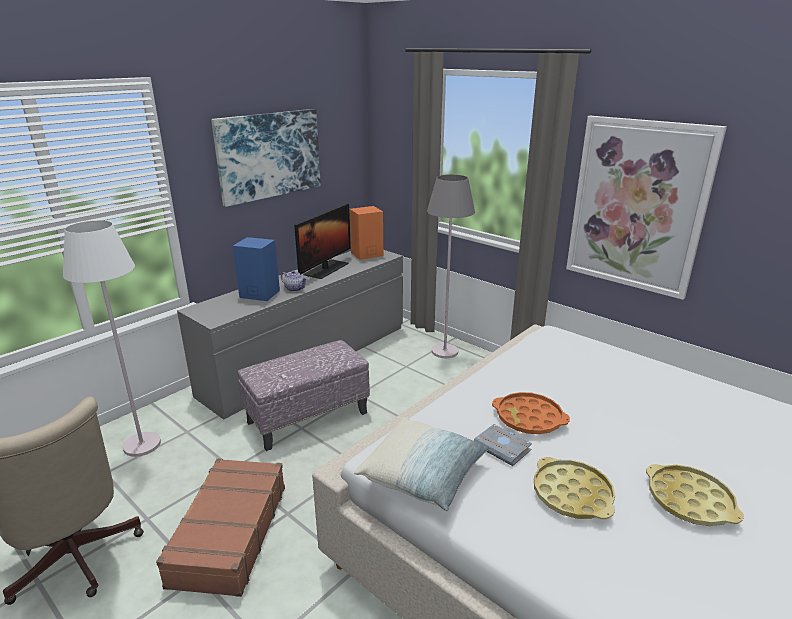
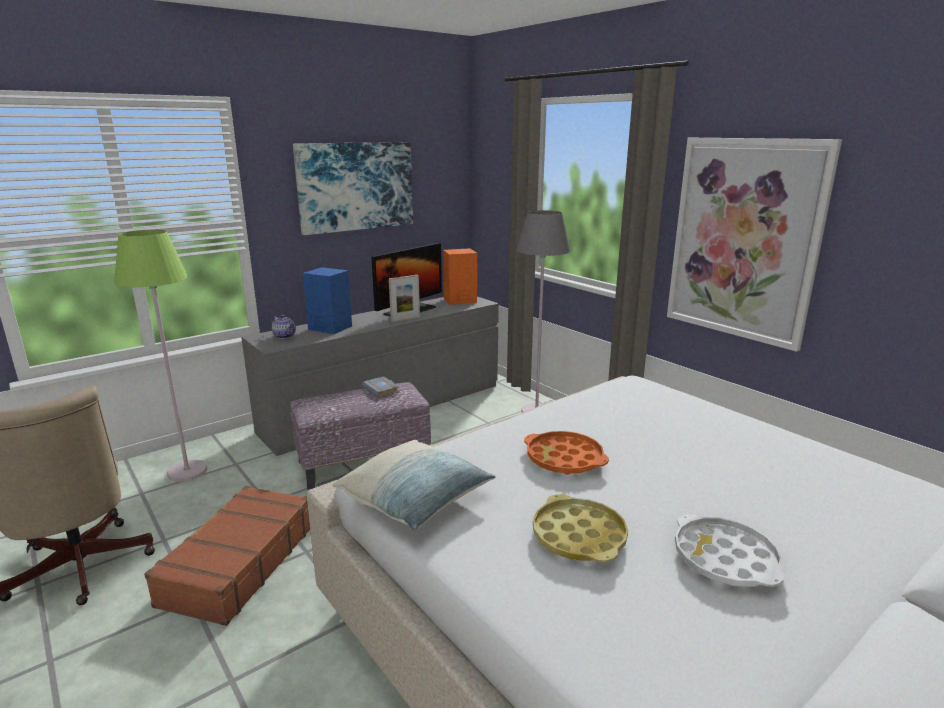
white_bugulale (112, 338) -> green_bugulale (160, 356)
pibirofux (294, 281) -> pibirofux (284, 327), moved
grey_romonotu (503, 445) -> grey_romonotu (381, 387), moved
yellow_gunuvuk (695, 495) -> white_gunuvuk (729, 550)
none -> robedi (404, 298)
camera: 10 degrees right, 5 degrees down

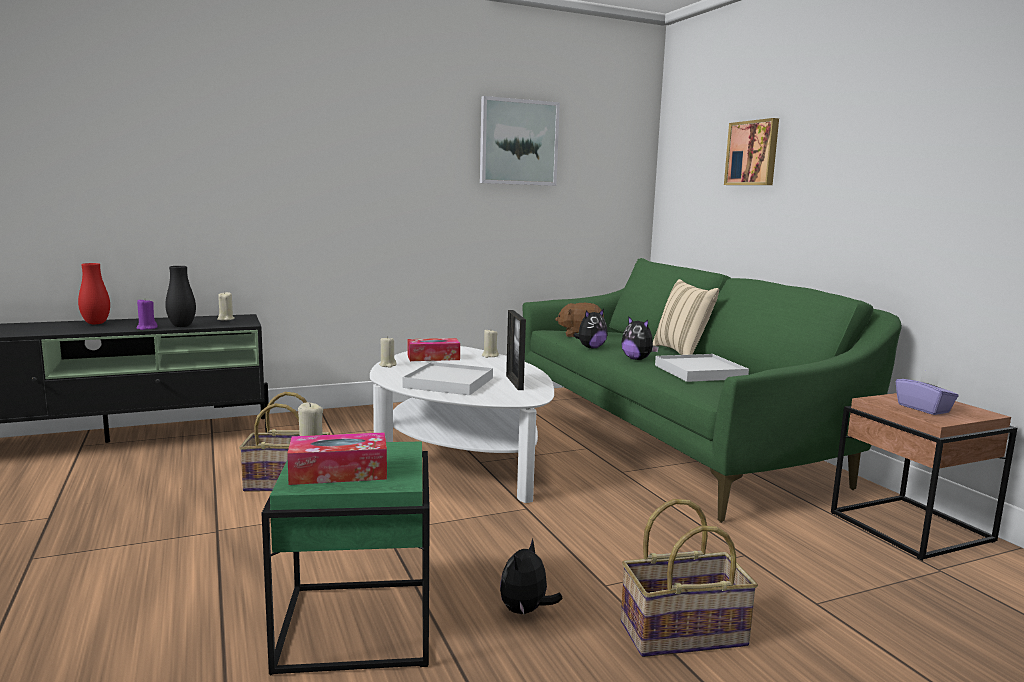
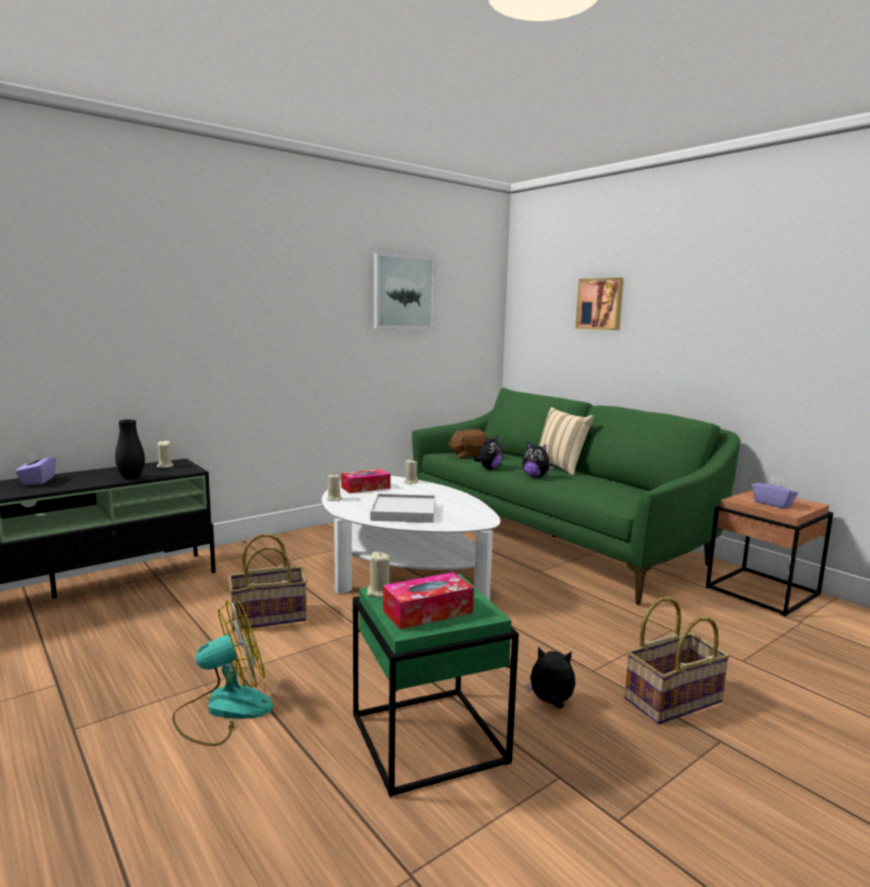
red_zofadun (94, 293) -> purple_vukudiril (36, 467)
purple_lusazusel (147, 315) -> none
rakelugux (531, 576) -> rakelugux (550, 677), 90 degrees clockwise
robedi (516, 350) -> none
white_gunuvuk (702, 368) -> none
none -> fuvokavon (222, 673)
camera: 15 degrees left, 0 degrees up

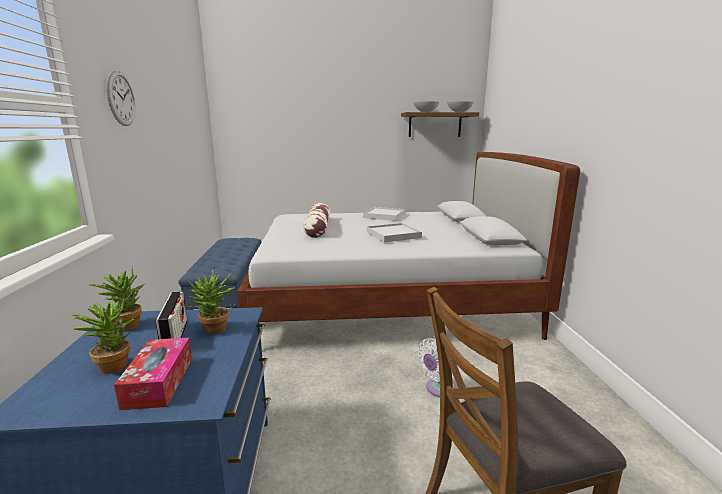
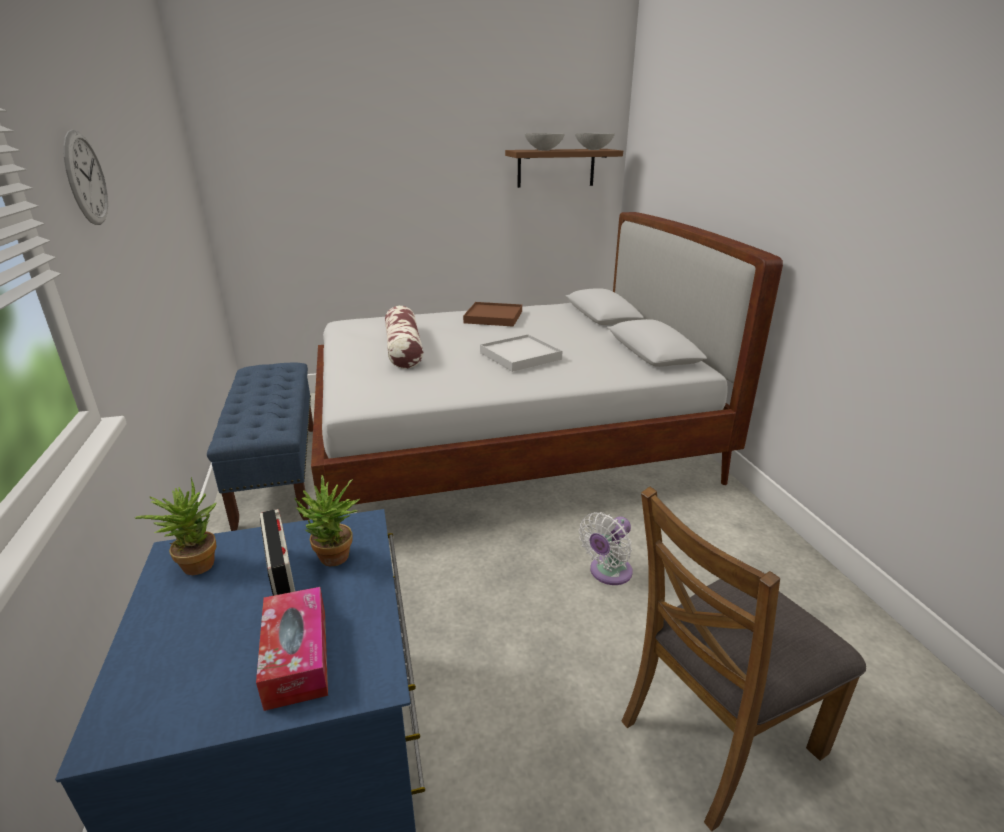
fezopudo (102, 334) -> none
white_gunuvuk (384, 214) -> brown_gunuvuk (492, 314)
camera: 10 degrees left, 10 degrees up

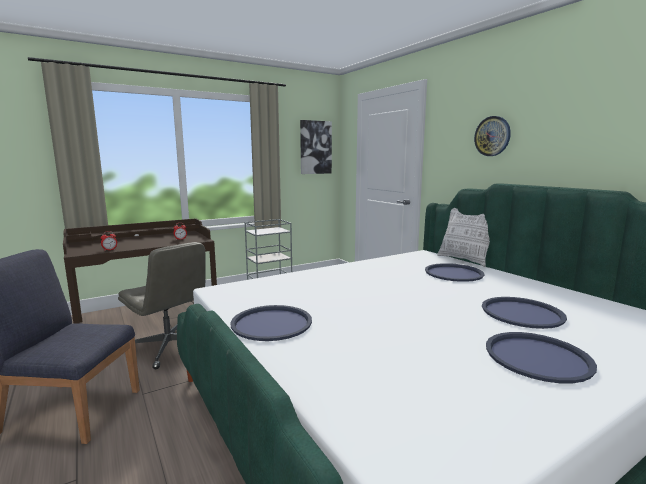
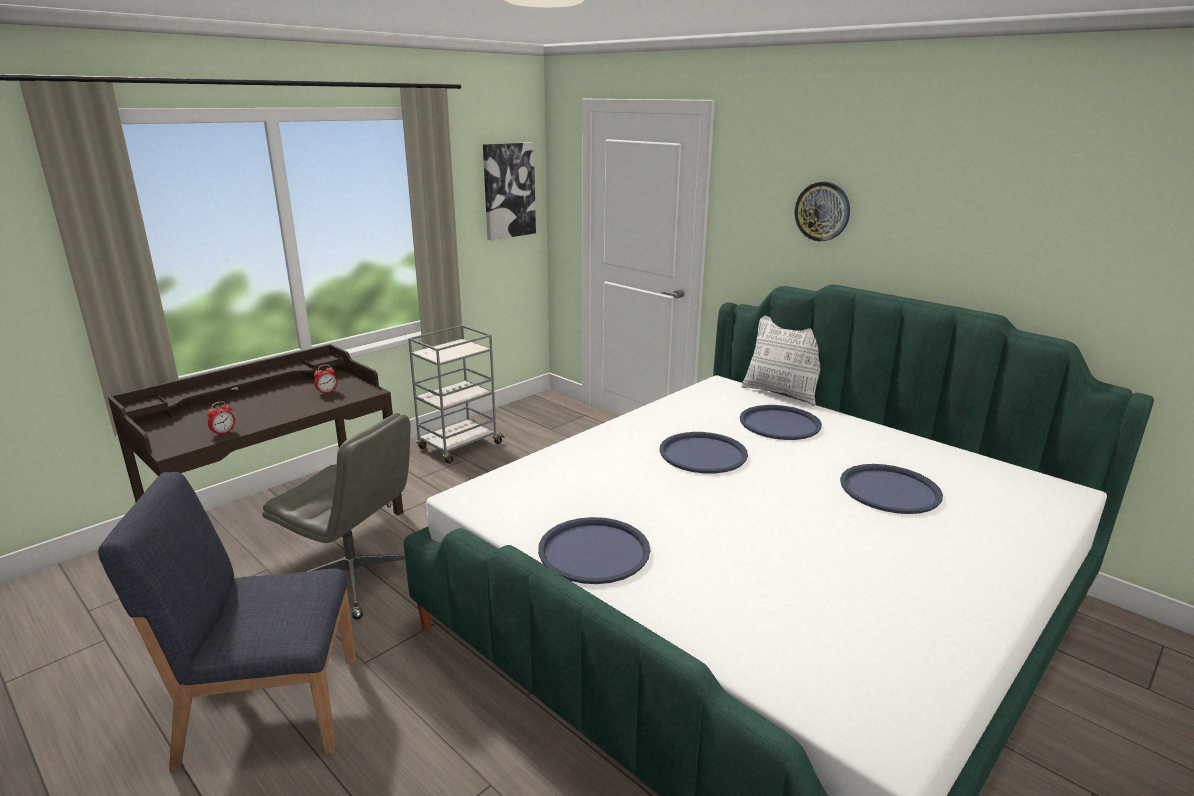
blue_gunuvuk (541, 357) -> blue_gunuvuk (704, 453), moved
camera: 15 degrees left, 10 degrees up

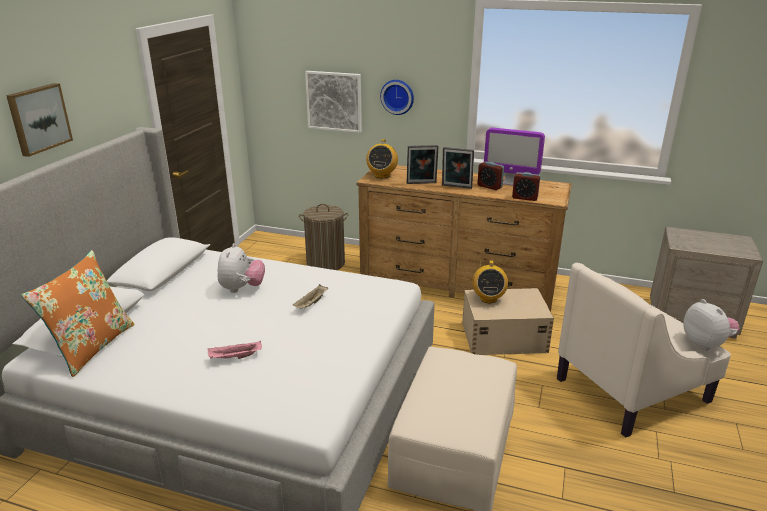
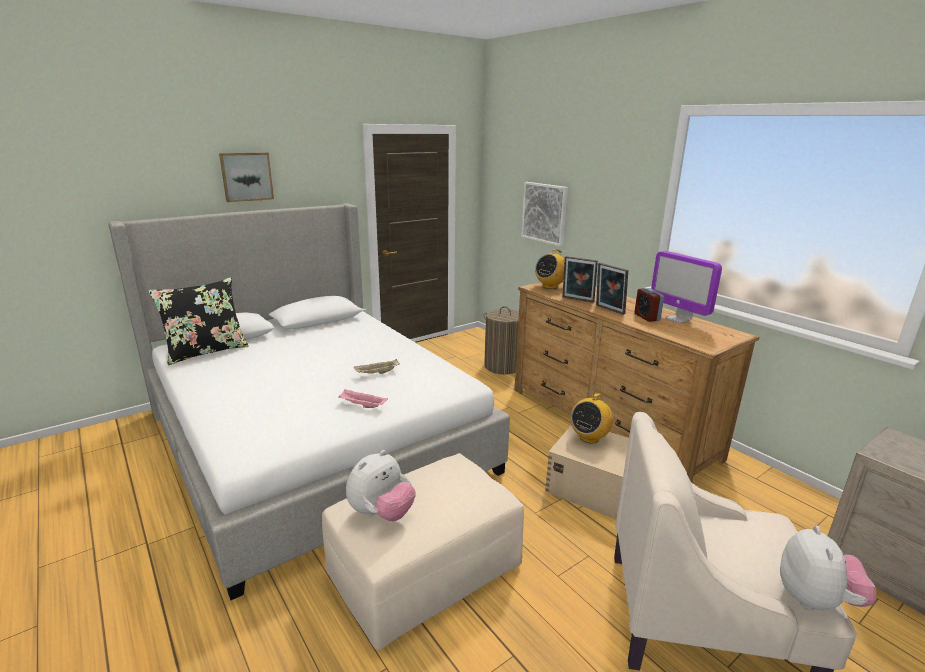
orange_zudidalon (78, 313) -> black_zudidalon (198, 321)
pink_gunuvuk (234, 350) -> pink_gunuvuk (363, 399), moved
rakelugux (241, 268) -> rakelugux (381, 485), moved
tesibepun (397, 97) -> none
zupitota (526, 186) -> none
camera: 35 degrees right, 5 degrees down

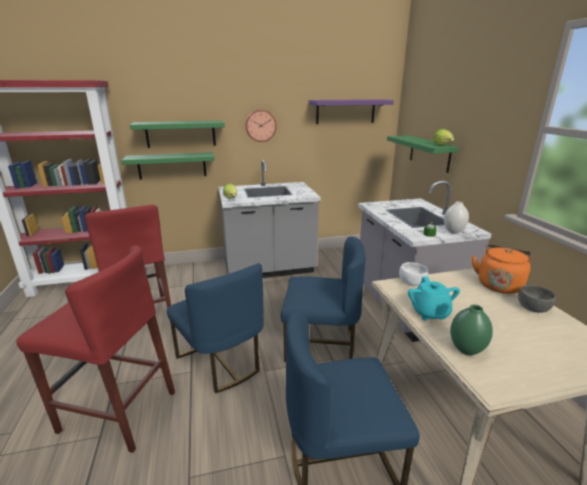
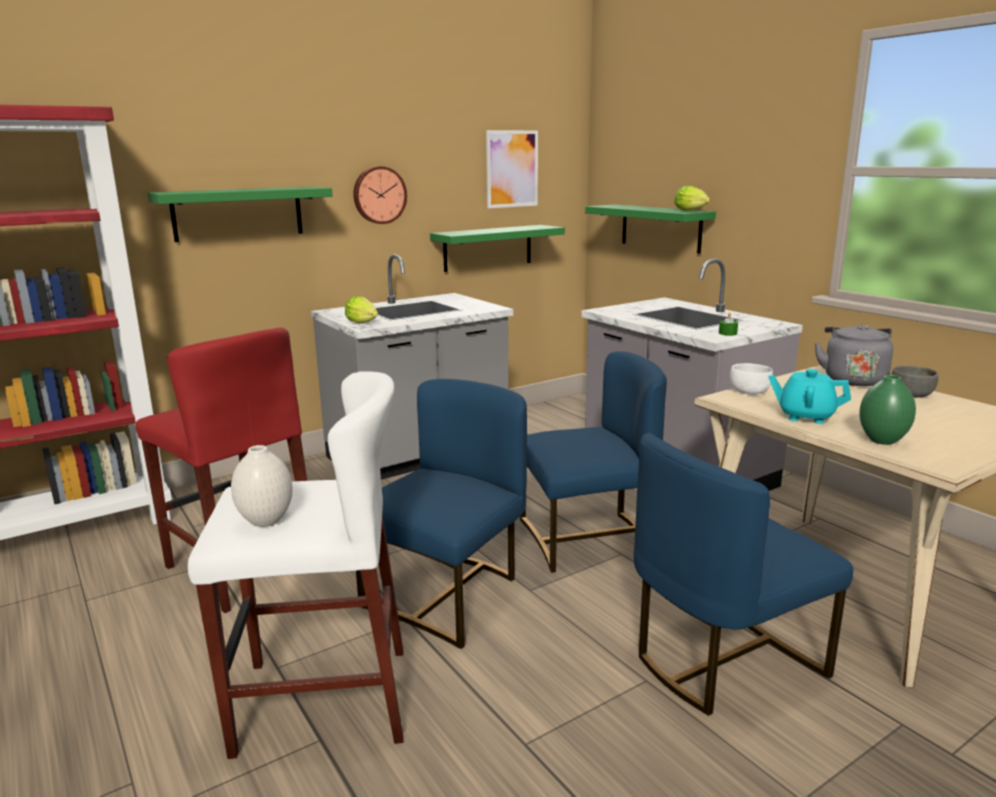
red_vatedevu (95, 349) -> white_vatedevu (295, 565)
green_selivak (168, 166) -> green_selivak (497, 248), moved
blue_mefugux (215, 328) -> blue_mefugux (441, 514), 90 degrees counterclockwise
purple_selivak (351, 111) -> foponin (512, 169)
turquoise_pibirofux (434, 299) -> turquoise_pibirofux (810, 396), 135 degrees clockwise
white_zofadun (456, 217) -> white_zofadun (262, 486), moved
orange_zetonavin (502, 269) -> grey_zetonavin (853, 355)
camera: 20 degrees left, 5 degrees down

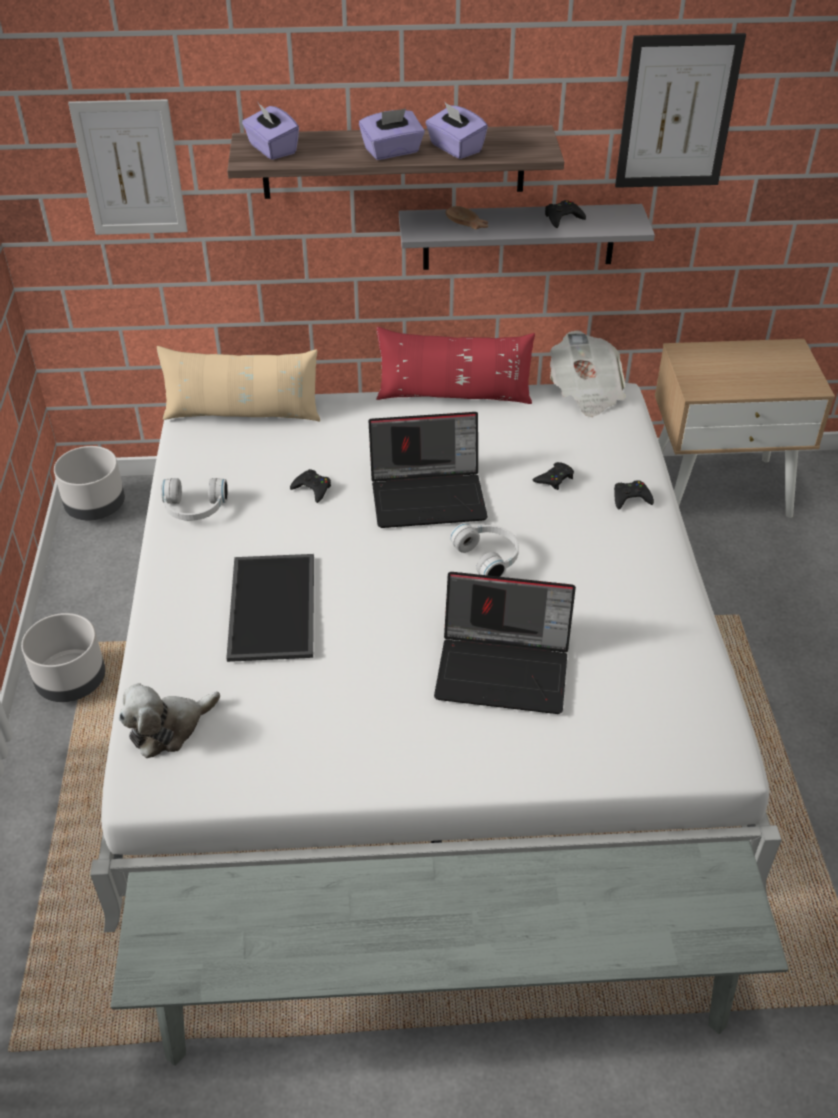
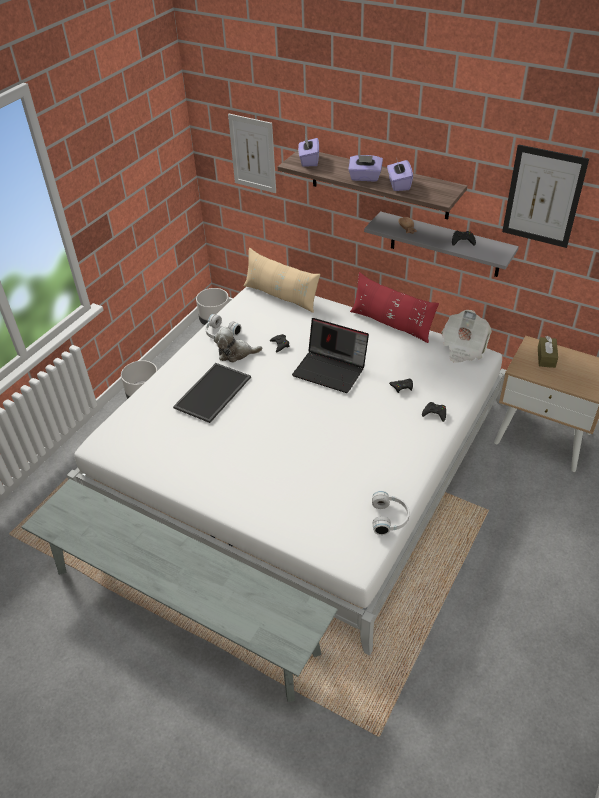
rakelugux (169, 720) -> rakelugux (237, 345), moved
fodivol (505, 643) -> none
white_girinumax (484, 550) -> white_girinumax (390, 513), moved
none -> brown_vukudiril (548, 352)
camera: 35 degrees right, 0 degrees up

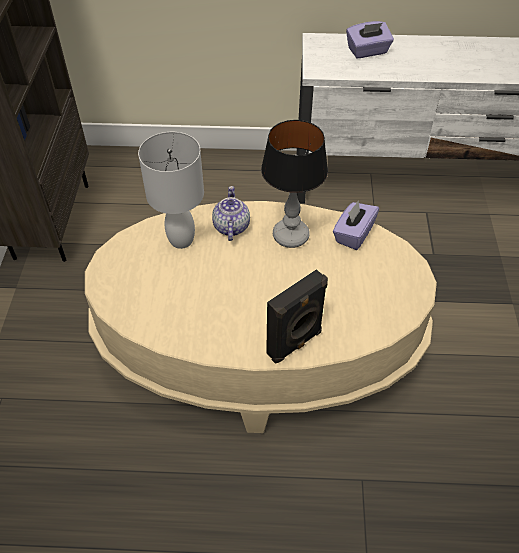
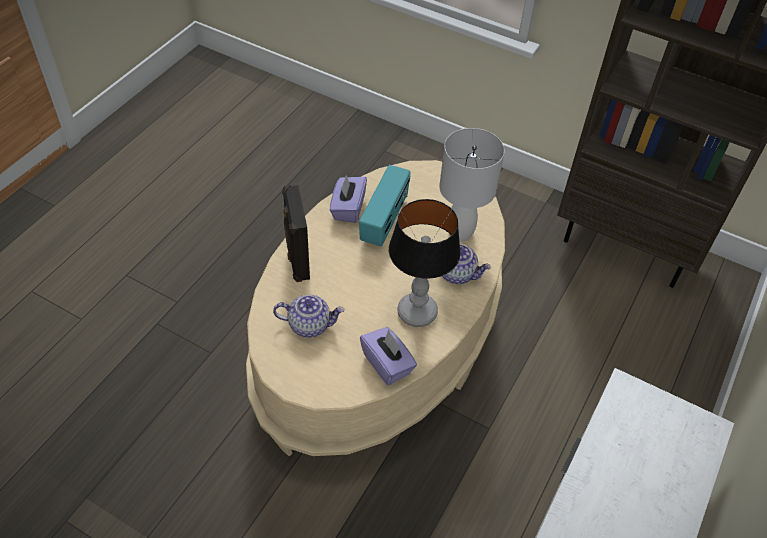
purple_vukudiril (370, 39) -> purple_vukudiril (348, 199), moved
none -> pibirofux (309, 316)
none -> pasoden (385, 206)
camera: 115 degrees right, 0 degrees up

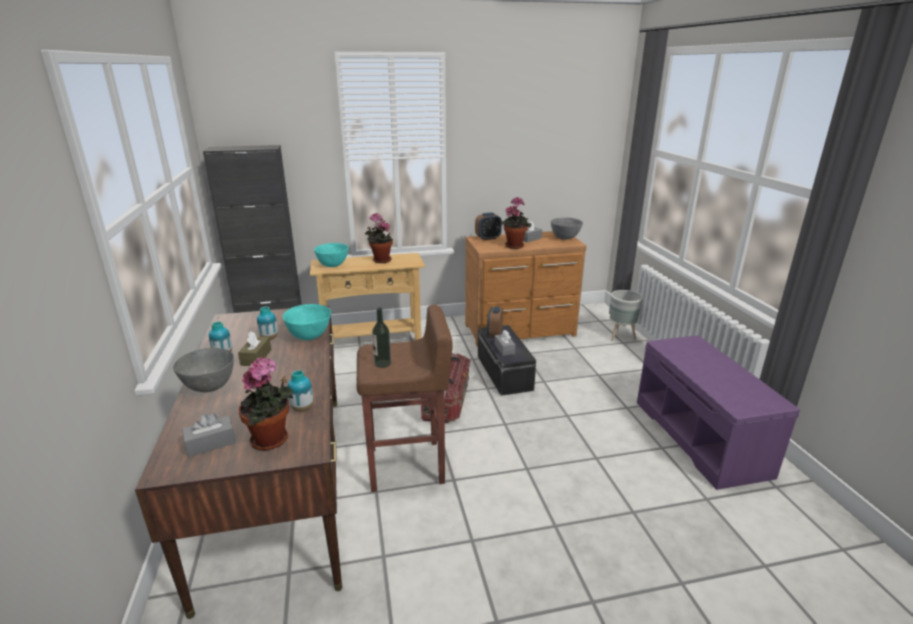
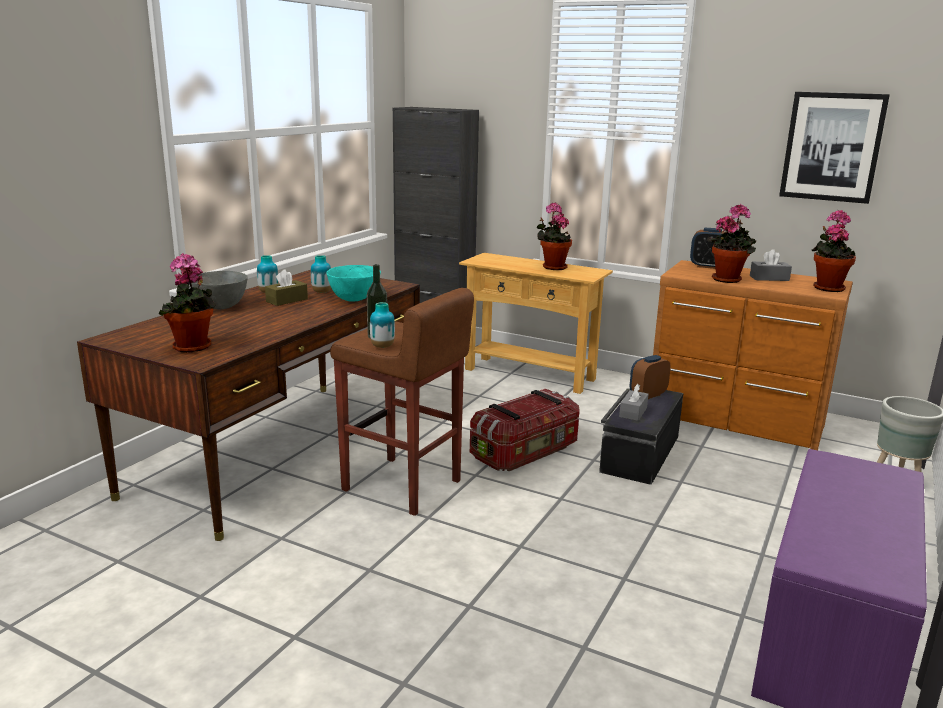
grey_vukudiril (209, 435) -> none
zofadun (300, 391) -> zofadun (382, 325), moved
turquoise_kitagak (331, 255) -> none
grey_kitagak (567, 229) -> fezopudo (834, 251)
none -> foponin (834, 148)
camera: 40 degrees right, 5 degrees down

